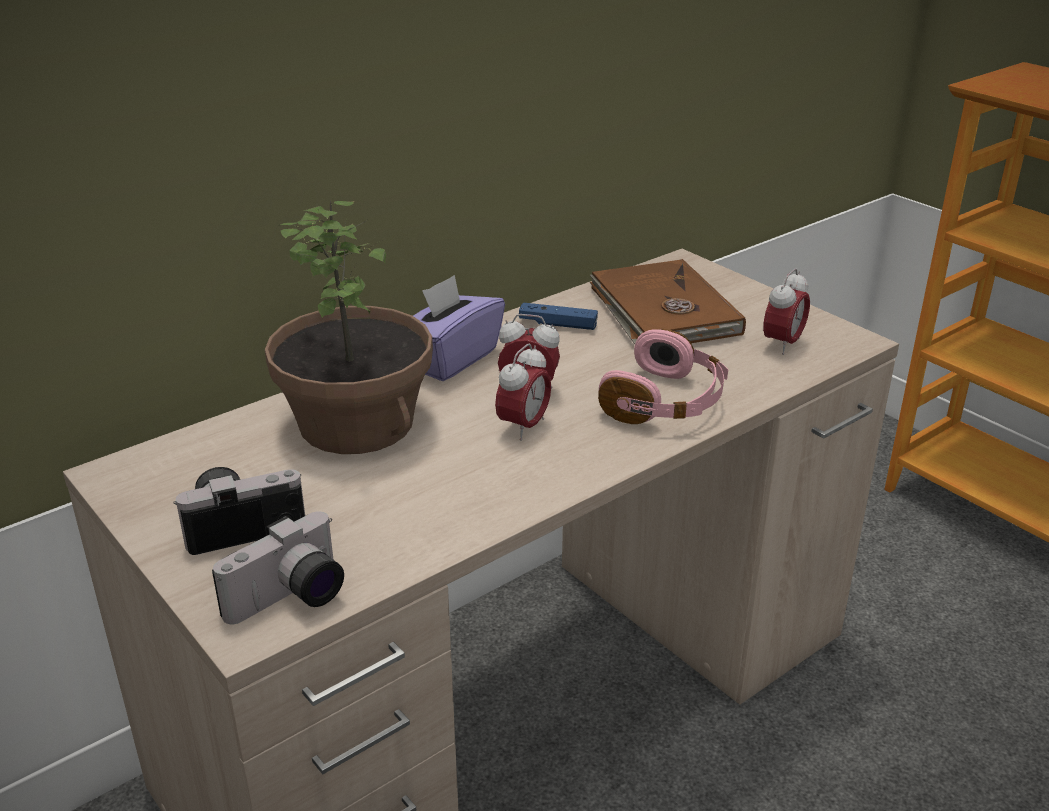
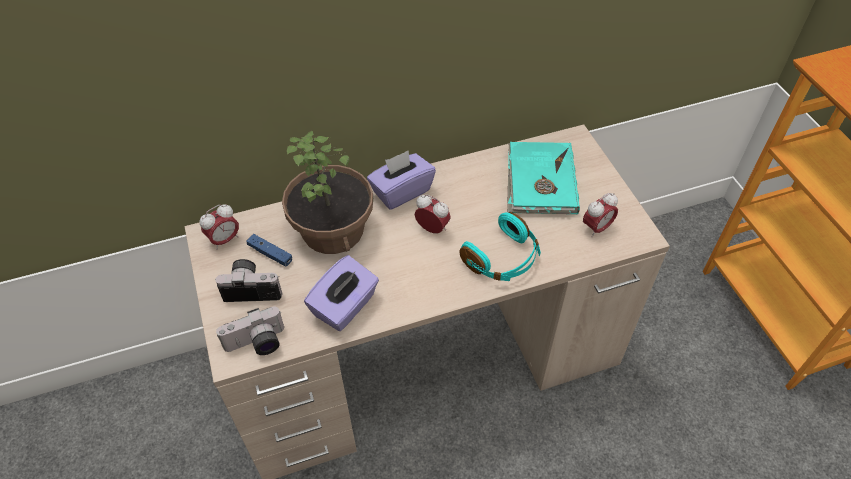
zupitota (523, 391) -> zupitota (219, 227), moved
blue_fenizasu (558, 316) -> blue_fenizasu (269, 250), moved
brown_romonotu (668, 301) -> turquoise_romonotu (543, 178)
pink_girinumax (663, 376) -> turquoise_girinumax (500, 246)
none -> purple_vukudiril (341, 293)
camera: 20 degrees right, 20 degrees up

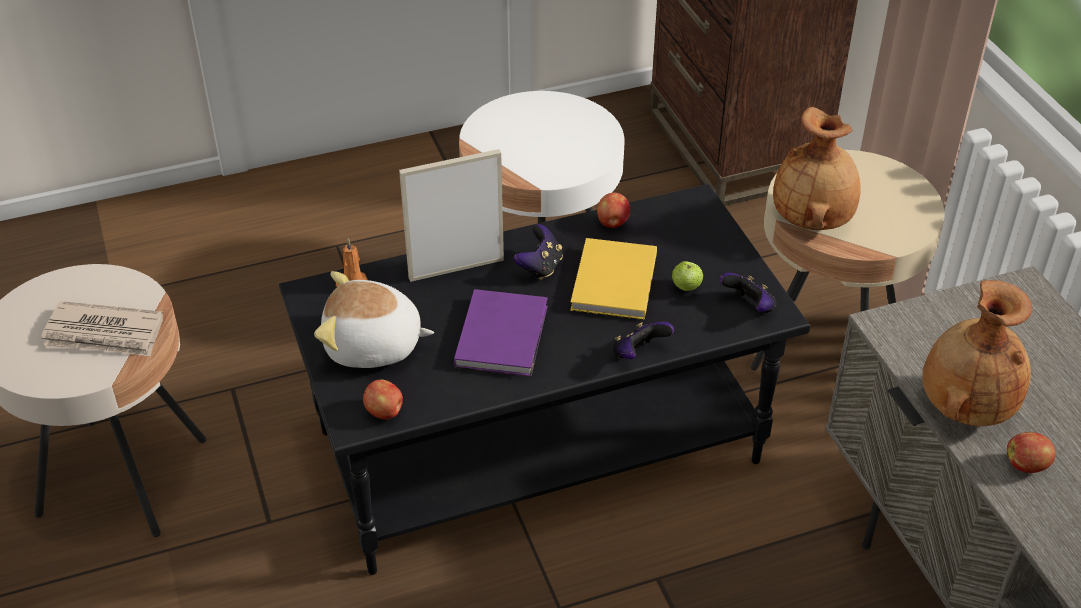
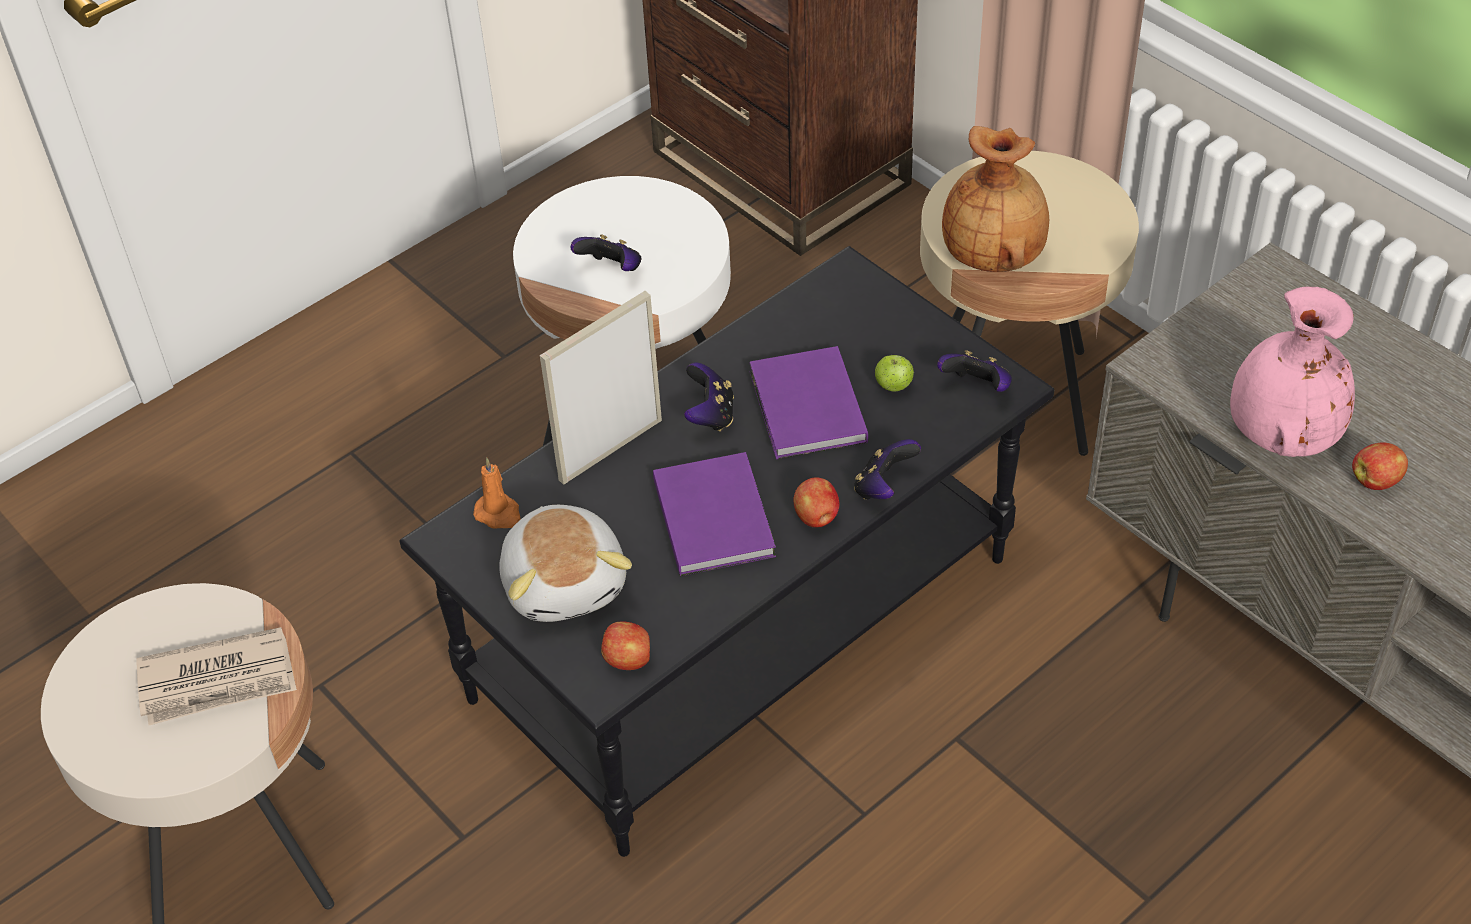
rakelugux (374, 319) -> rakelugux (565, 563), 90 degrees counterclockwise
yellow_romonotu (613, 279) -> purple_romonotu (808, 402)
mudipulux (613, 210) -> mudipulux (816, 502), moved
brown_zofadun (977, 353) -> pink_zofadun (1292, 372)
none -> fenizasu (606, 252)
camera: 20 degrees left, 5 degrees up

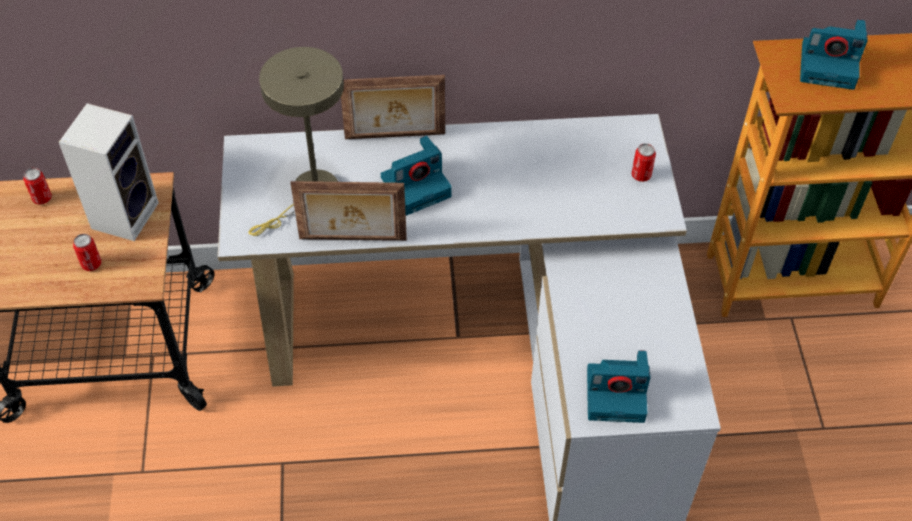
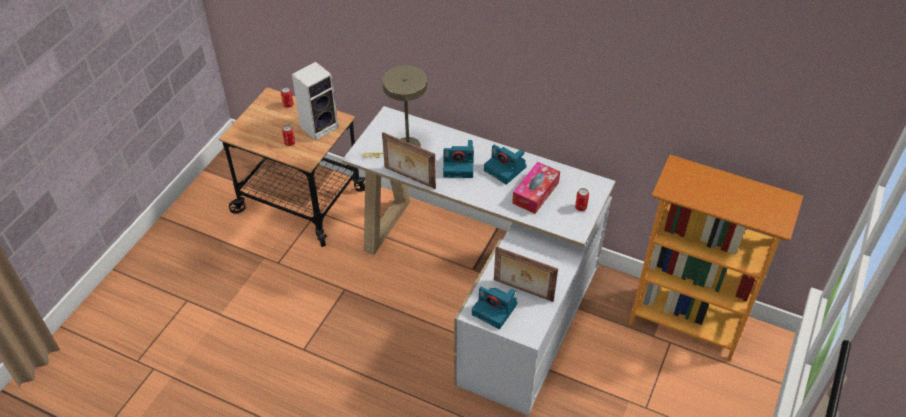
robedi (393, 107) -> robedi (526, 274), moved
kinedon (834, 55) -> kinedon (505, 164), moved
none -> vukudiril (536, 188)
camera: 30 degrees right, 5 degrees down

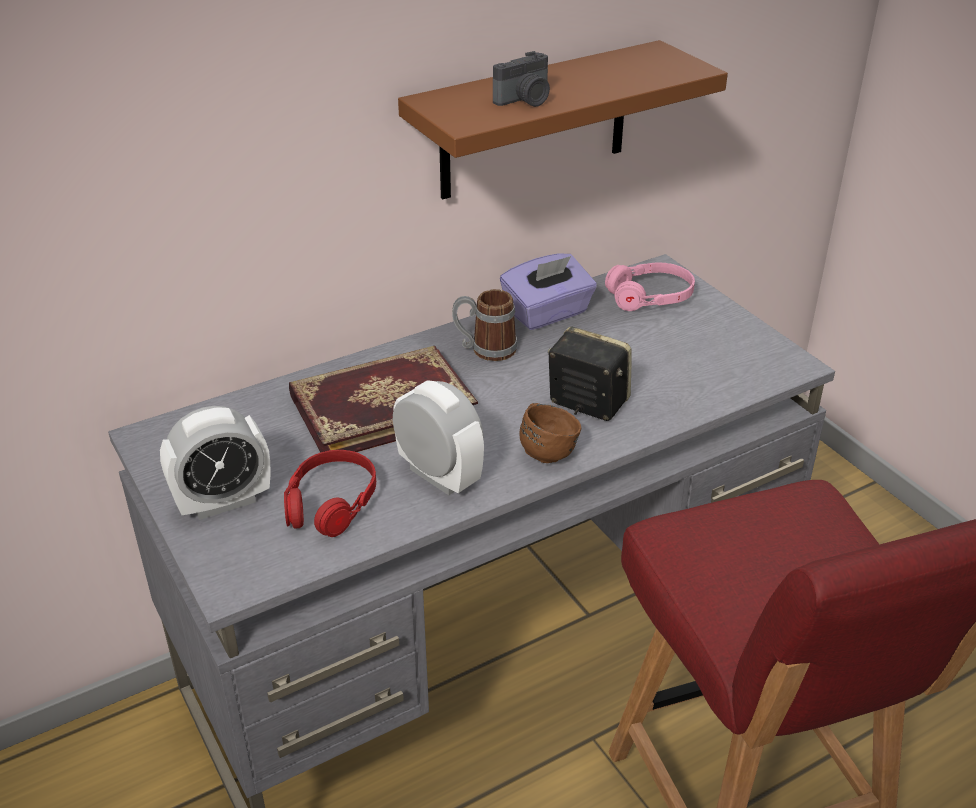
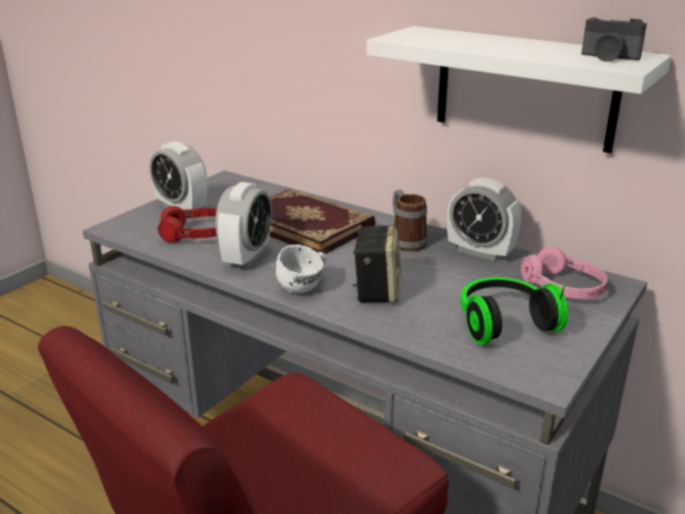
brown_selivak (563, 119) -> white_selivak (519, 89)
kinedon (521, 79) -> kinedon (614, 40), moved
purple_vukudiril (548, 292) -> zupitota (484, 219)
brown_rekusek (550, 433) -> white_rekusek (301, 269)
none -> girinumax (514, 311)
camera: 65 degrees right, 10 degrees down

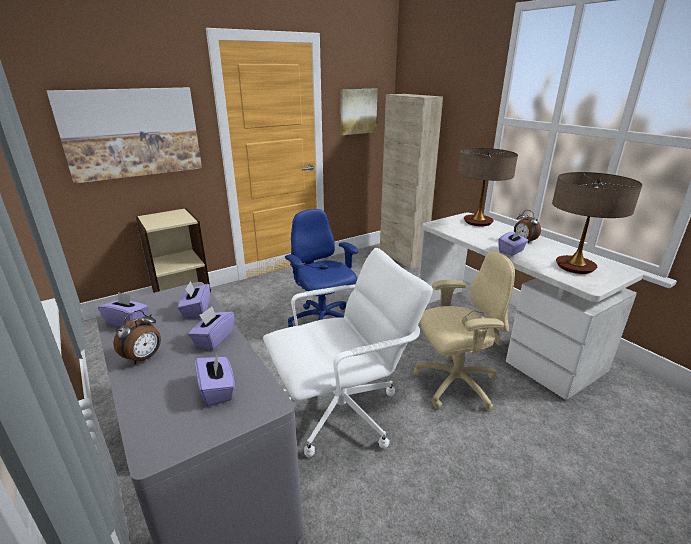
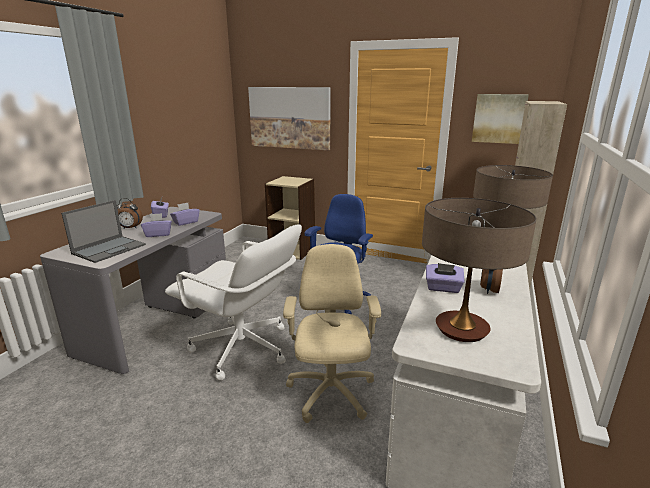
purple_vukudiril (215, 380) -> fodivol (103, 231)
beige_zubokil (464, 331) -> beige_zubokil (332, 333), 135 degrees counterclockwise
camera: 55 degrees right, 5 degrees down

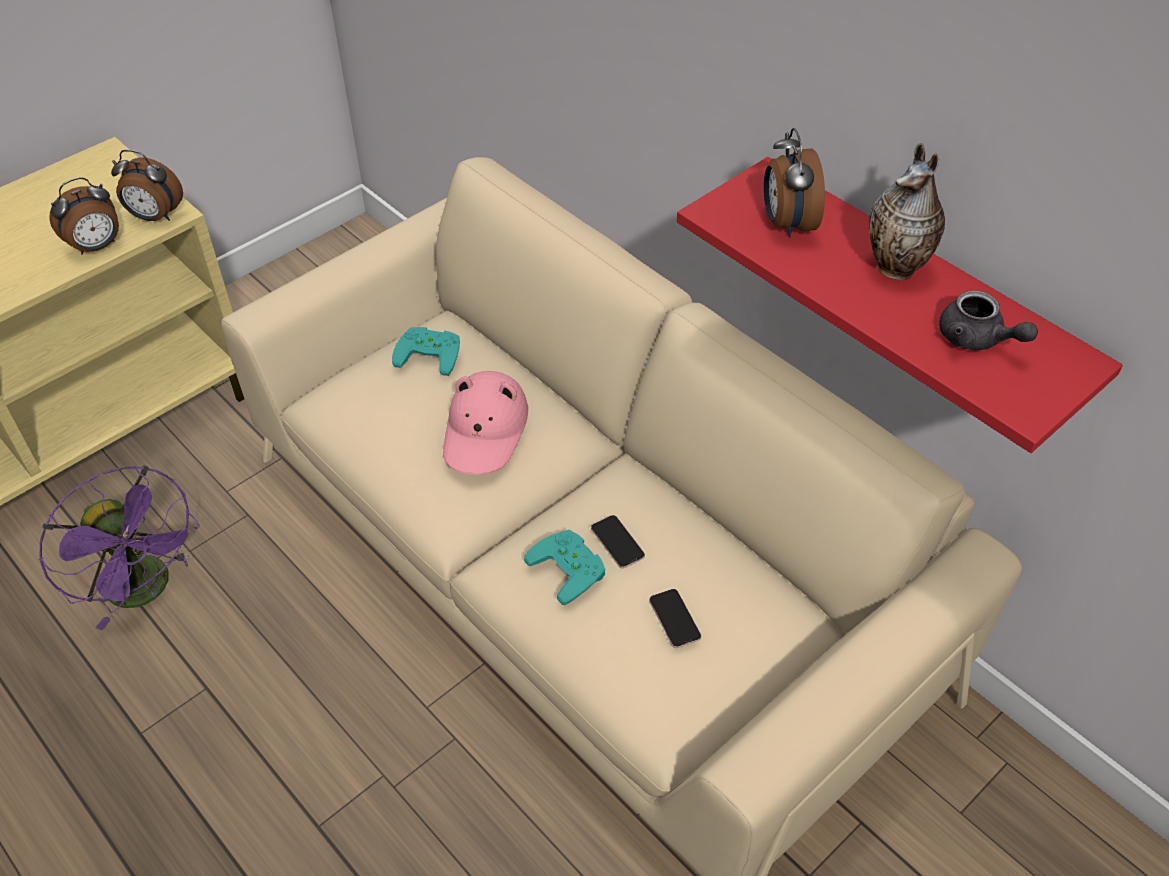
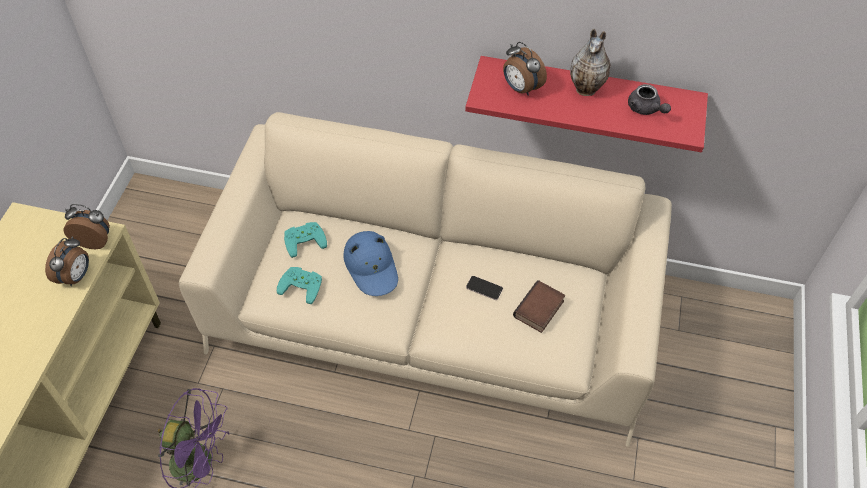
zupitota (147, 185) -> zupitota (86, 226), 150 degrees counterclockwise
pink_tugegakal (485, 423) -> blue_tugegakal (370, 263)
turquoise_fenizasu (564, 567) -> turquoise_fenizasu (299, 285), moved
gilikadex (675, 618) -> romonotu (539, 306)
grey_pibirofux (988, 320) -> grey_pibirofux (649, 99), 45 degrees clockwise
camera: 35 degrees left, 5 degrees up

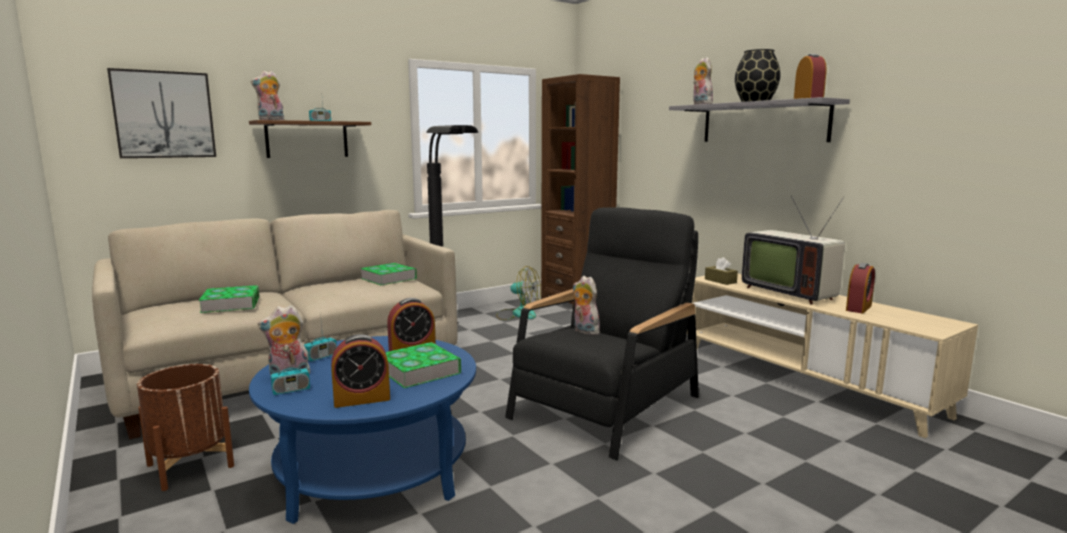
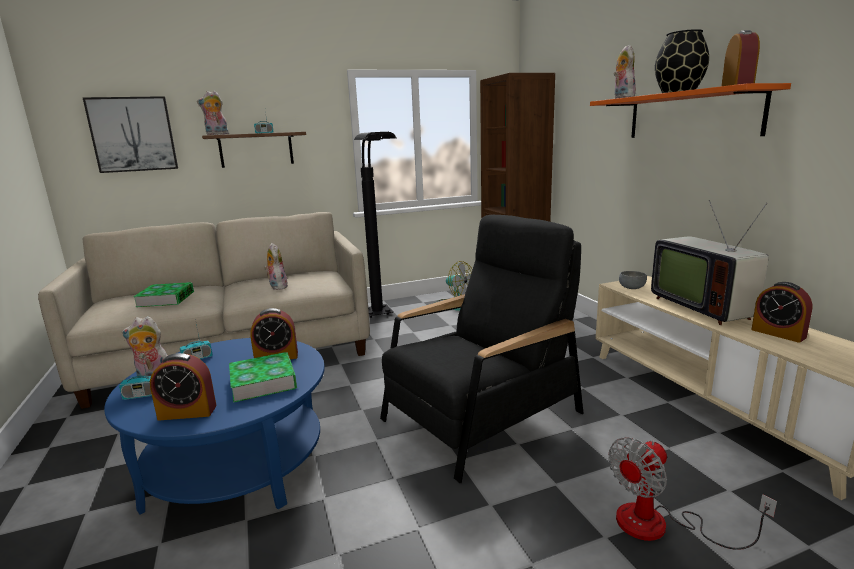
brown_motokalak (185, 427) -> none
romonotu (388, 274) -> none
rakelugux (587, 305) -> rakelugux (275, 266), moved
grey_selivak (759, 119) -> orange_selivak (690, 110)
brown_vukudiril (721, 271) -> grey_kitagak (633, 280)
zupitota (860, 288) -> zupitota (781, 312), 90 degrees clockwise
none -> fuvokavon (692, 493)
camera: 15 degrees right, 5 degrees up

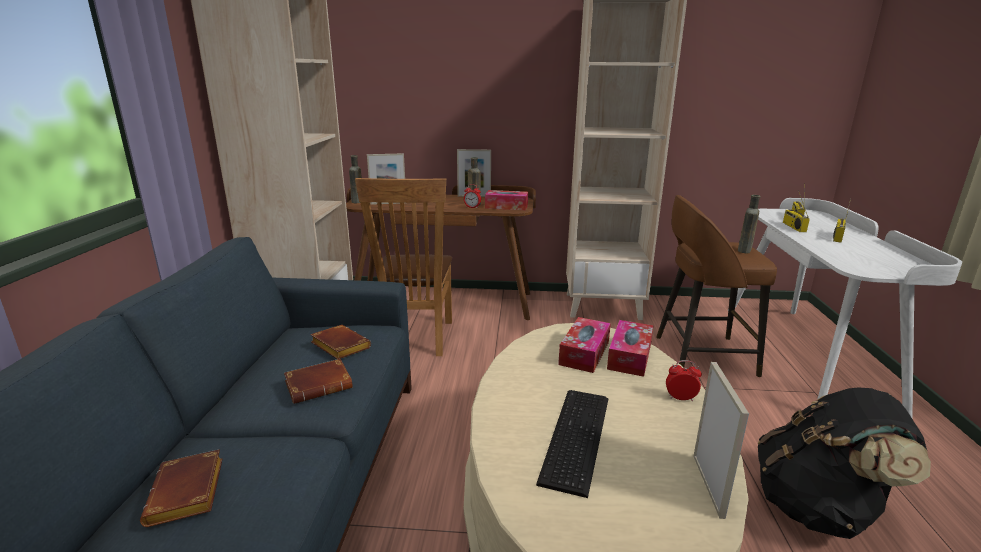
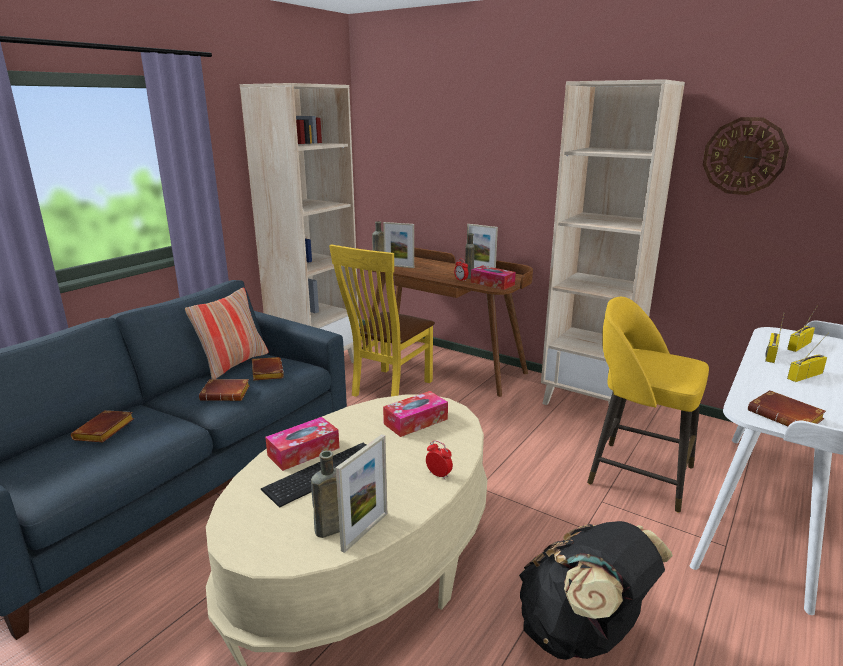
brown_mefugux (403, 267) -> yellow_mefugux (382, 320)
vukudiril (630, 348) -> vukudiril (302, 444), moved
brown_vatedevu (716, 286) -> yellow_vatedevu (648, 404)
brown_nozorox (749, 224) -> brown_nozorox (325, 494), moved
none -> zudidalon (227, 333)
none -> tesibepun (746, 156)
none -> brown_romonotu (787, 408)
camera: 30 degrees right, 0 degrees up

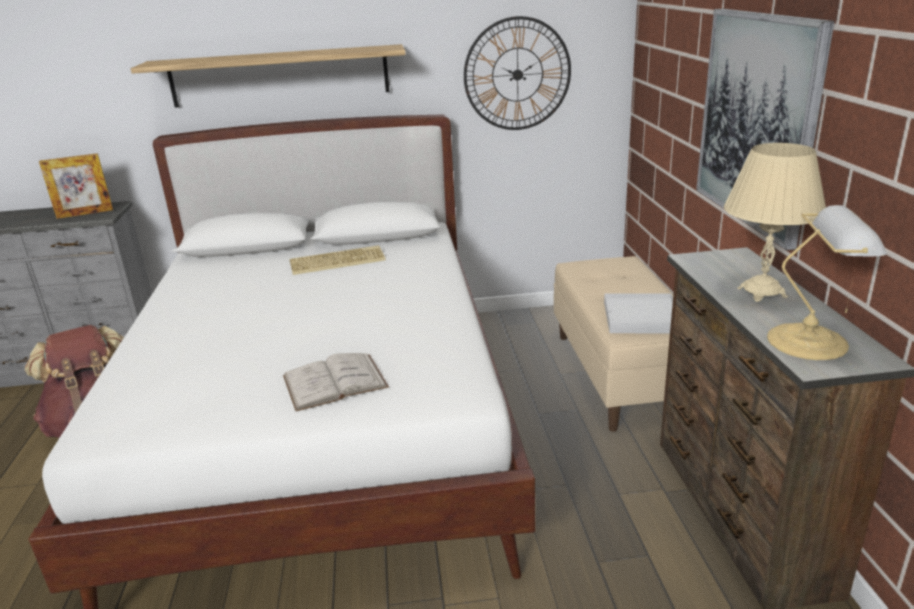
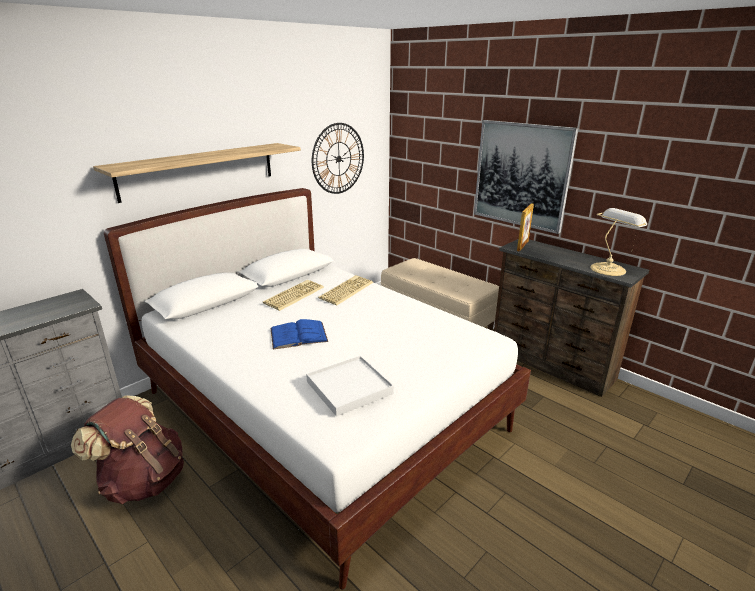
robedi (76, 186) -> robedi (525, 227), moved
white_romonotu (336, 382) -> none
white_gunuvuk (638, 314) -> white_gunuvuk (350, 386), moved
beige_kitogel (775, 222) -> none
none -> blue_romonotu (299, 334)
none -> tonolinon (345, 290)
camera: 40 degrees left, 0 degrees up

